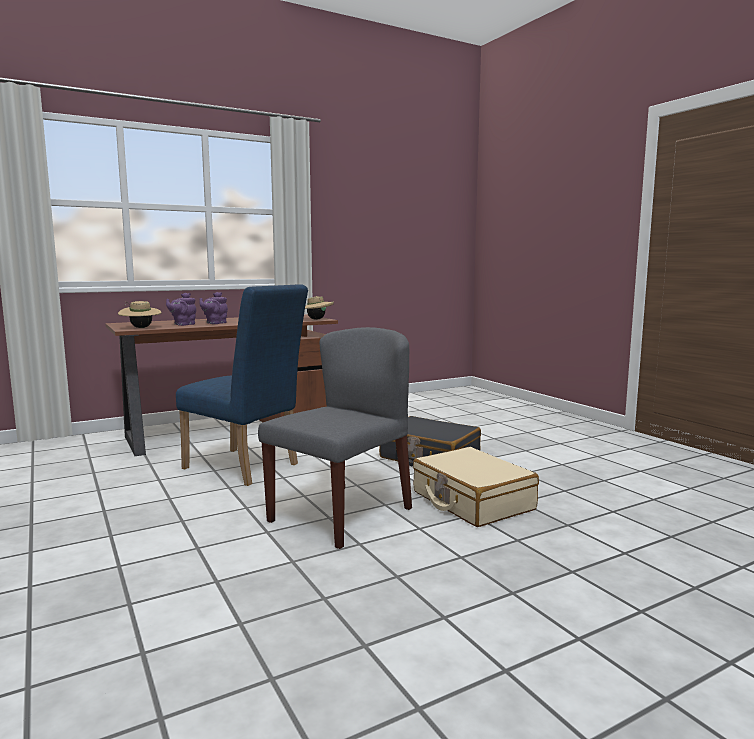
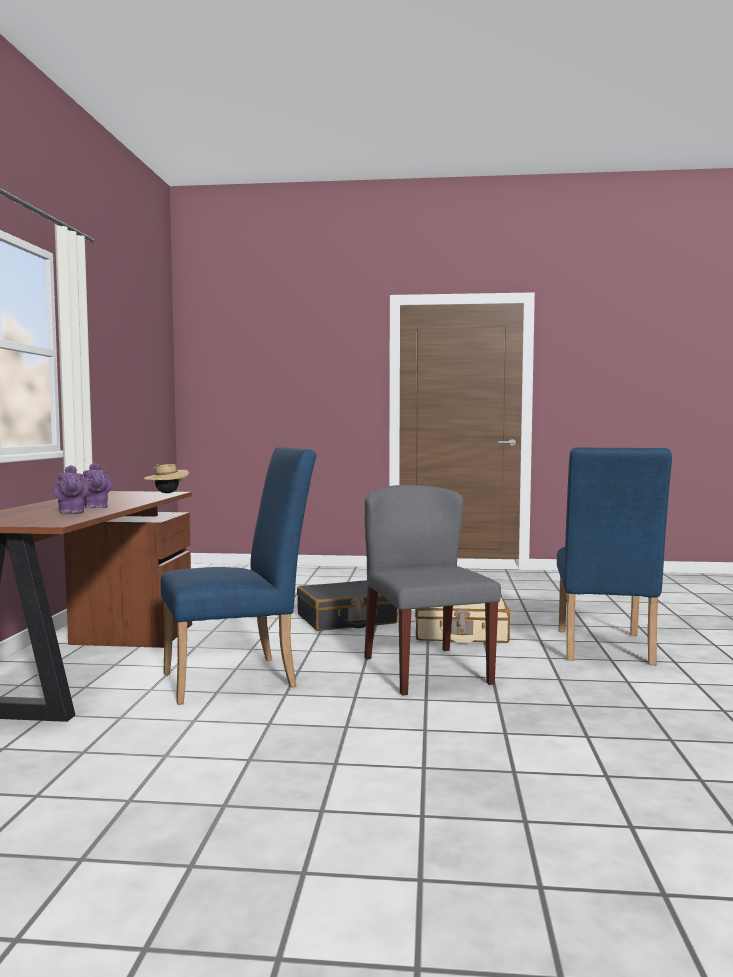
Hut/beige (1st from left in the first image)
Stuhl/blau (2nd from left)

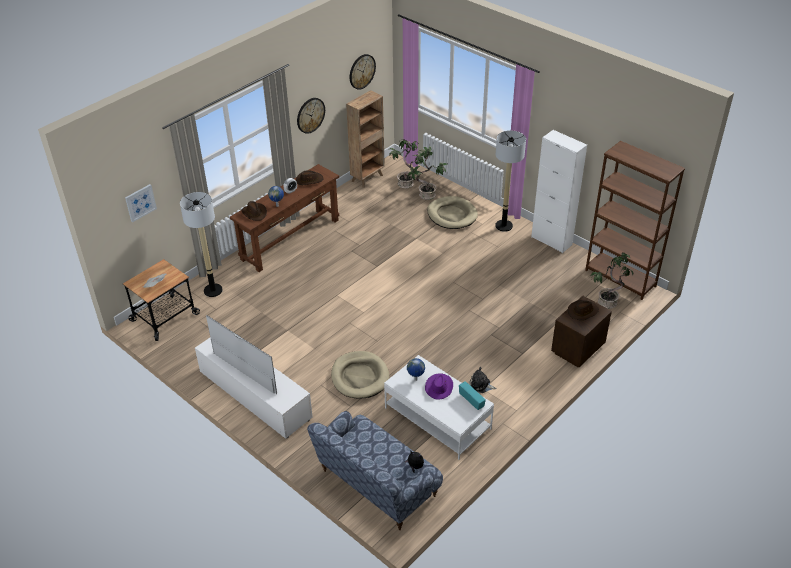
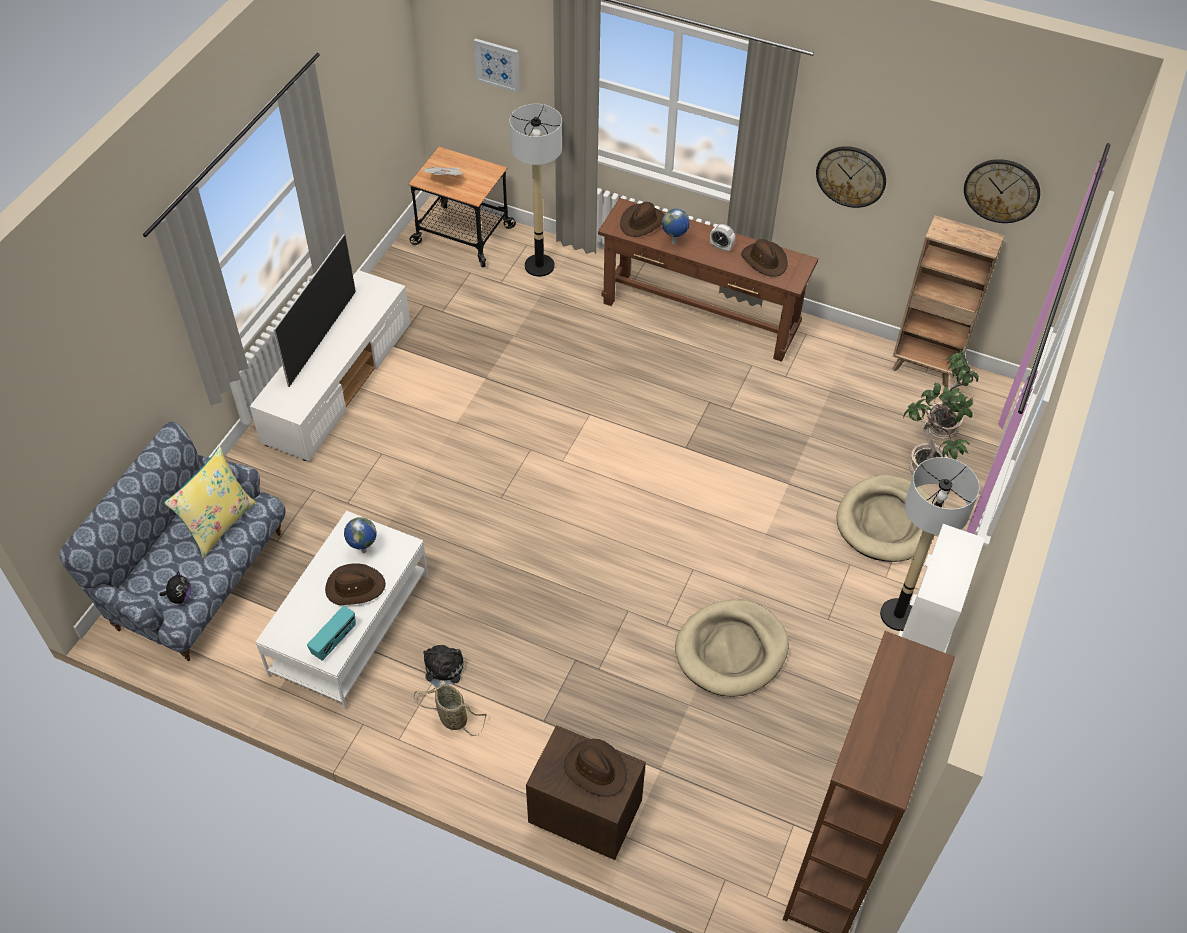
Hundebett/beige (1st from left)
Hut/braun (1st from left)
Topfpflanze (3rd from left in the first image)
Kissen/gelb
Korb

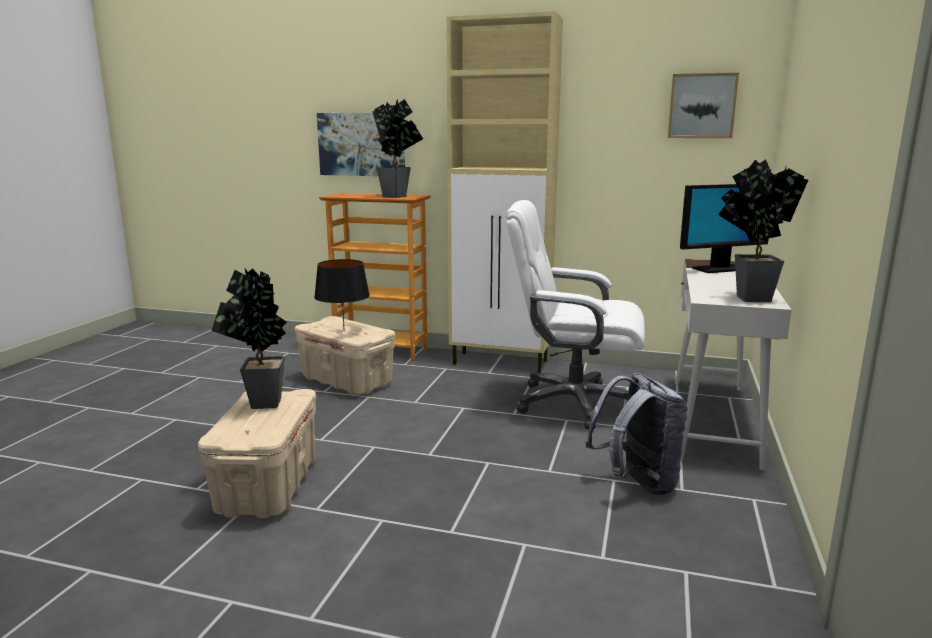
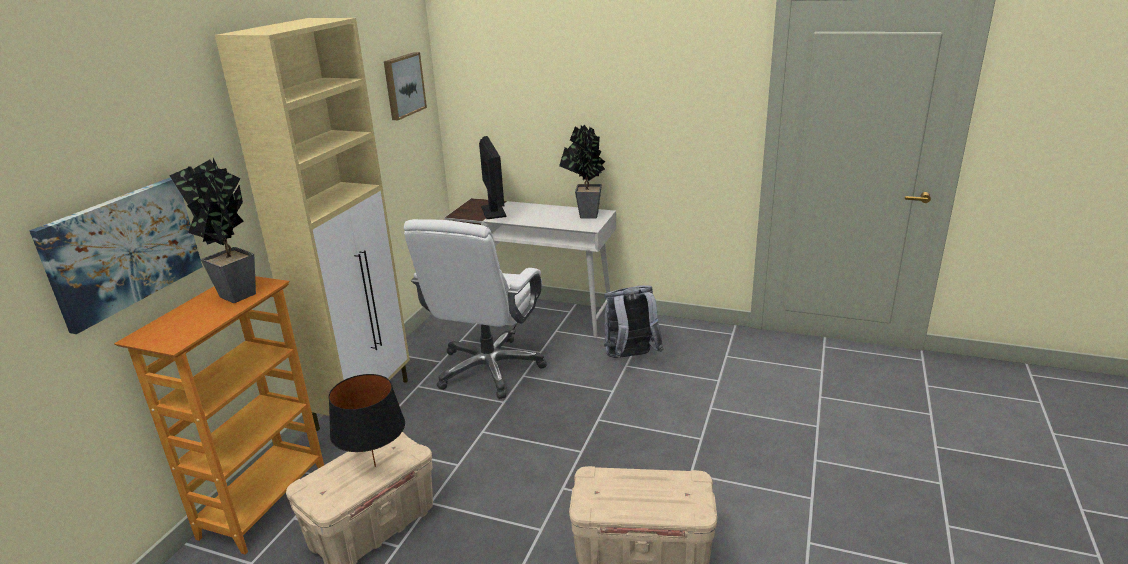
Topfpflanze (1st from left in the first image)

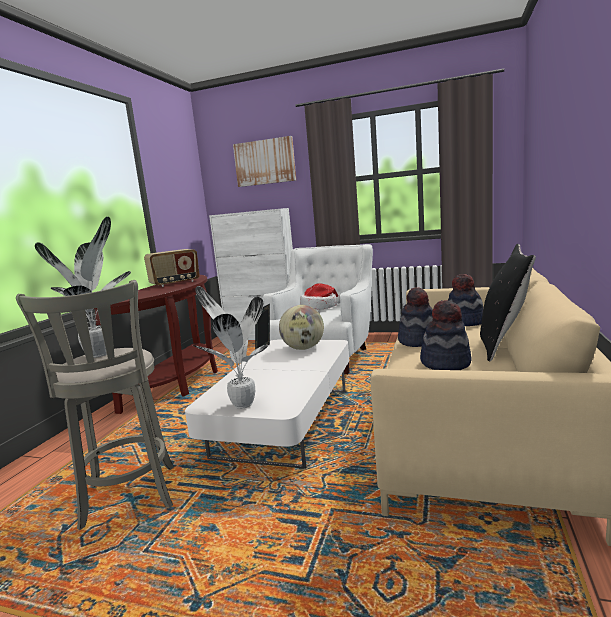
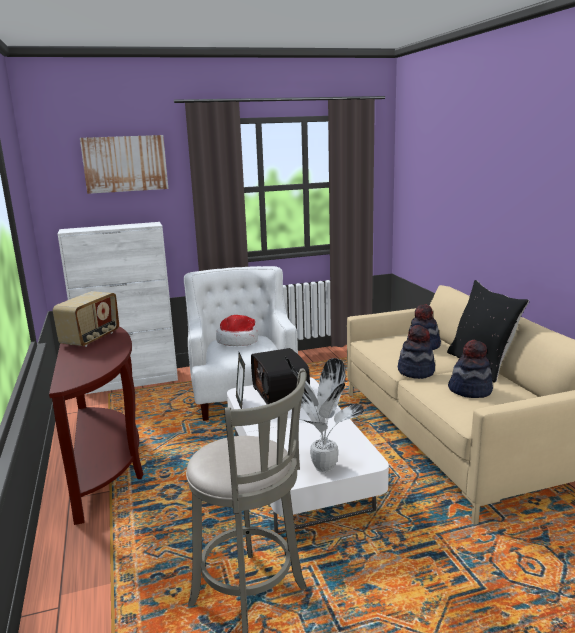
Topfpflanze (1st from left in the first image)
Radio (2nd from left)

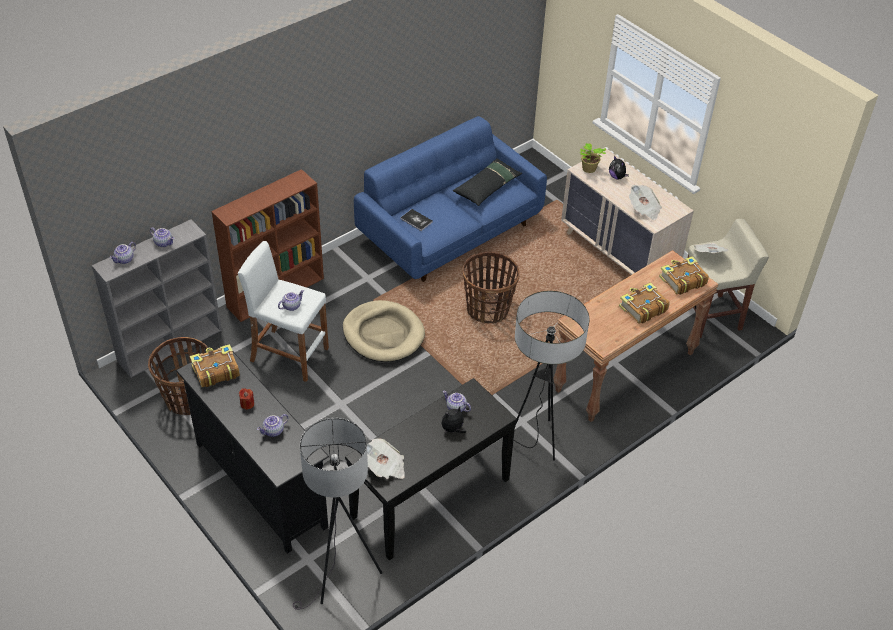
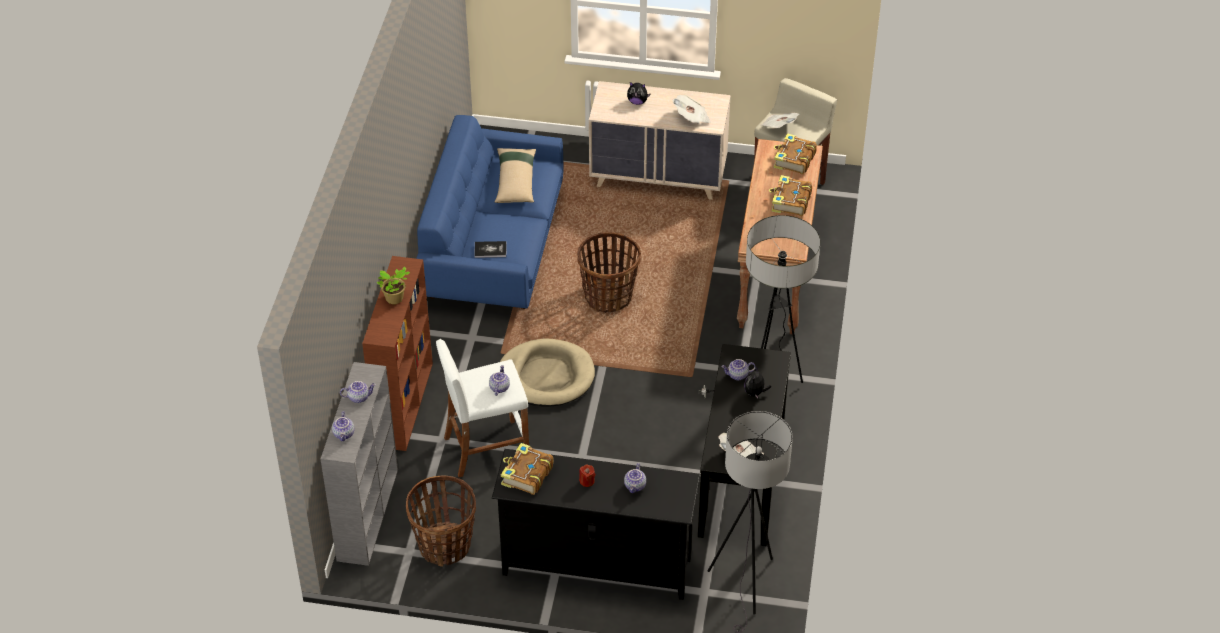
Kissen/beige
Topfpflanze

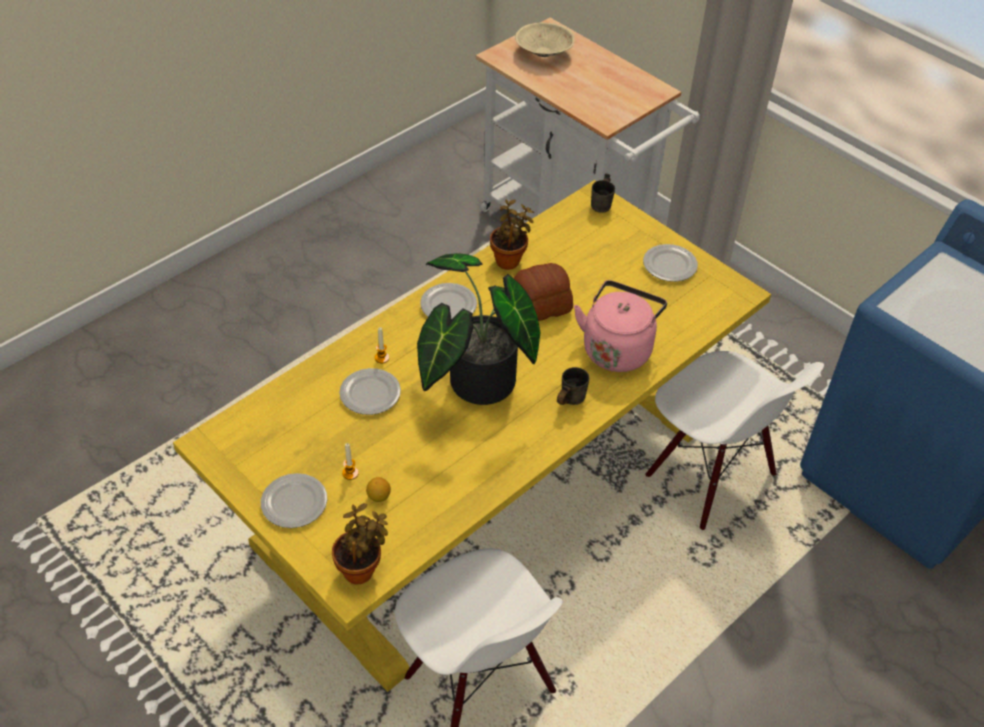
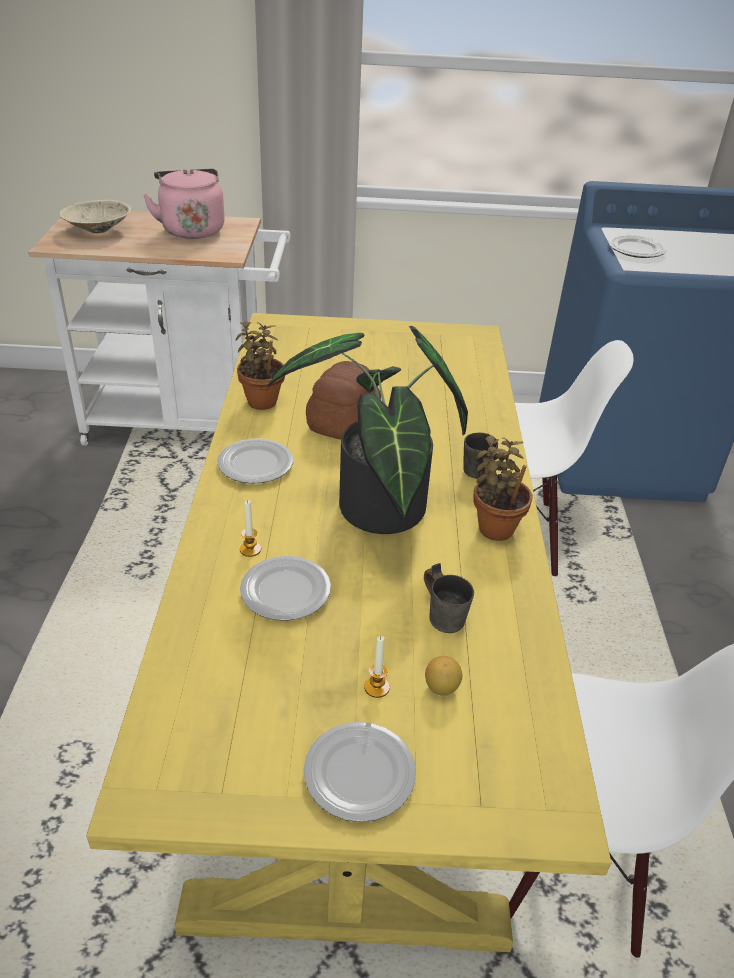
Topfpflanze (3rd from left)
Wasserkessel/rosa
Henkelbecher/grau (1st from left)
Teller (4th from left)

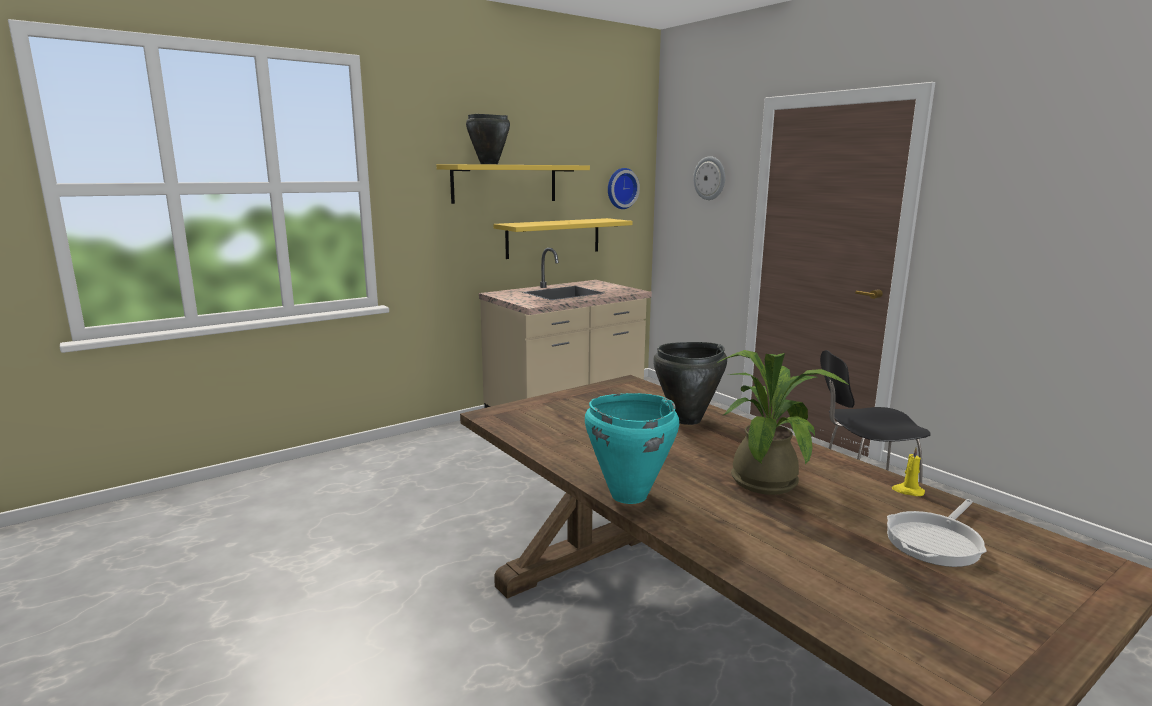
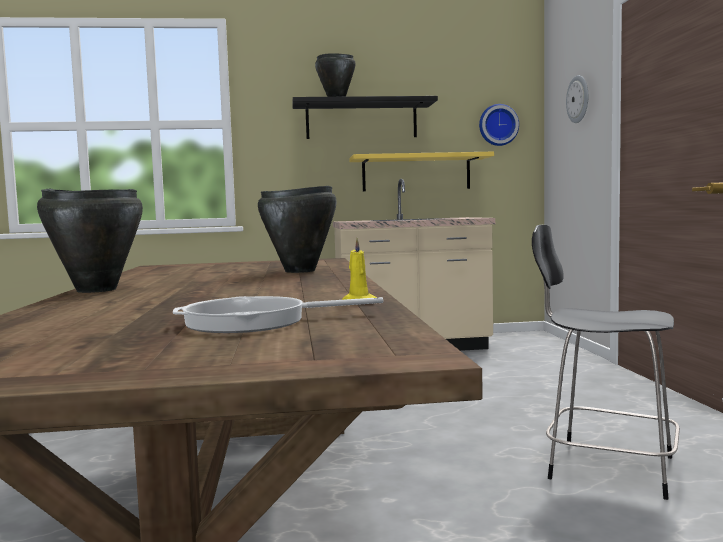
Wandregal/schwarz
Kochtopf/schwarz (1st from left)
Topfpflanze

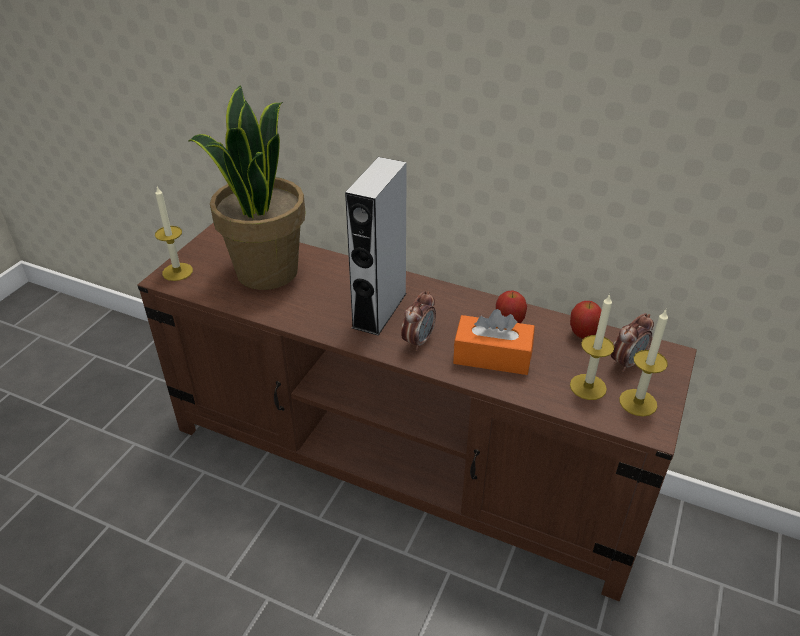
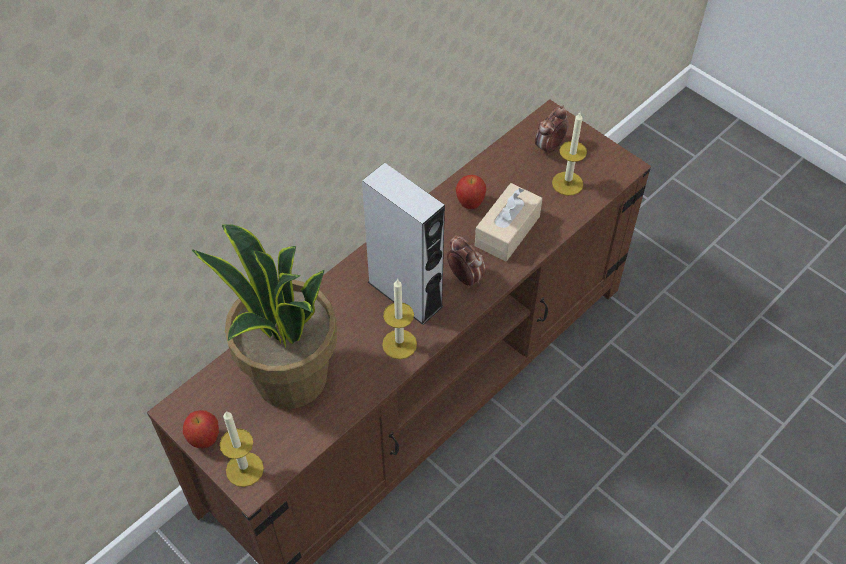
Taschentuchbox/beige
Apfel (1st from left)
Wecker (2nd from left)
Kerze (2nd from left)

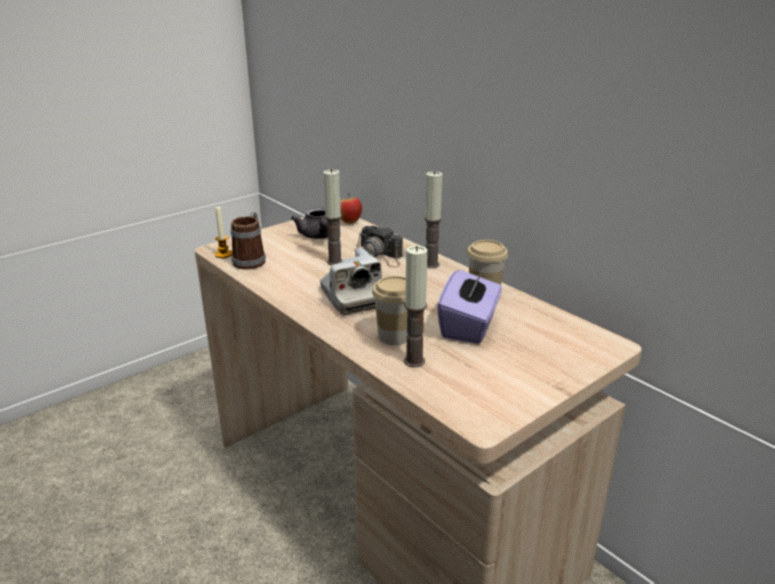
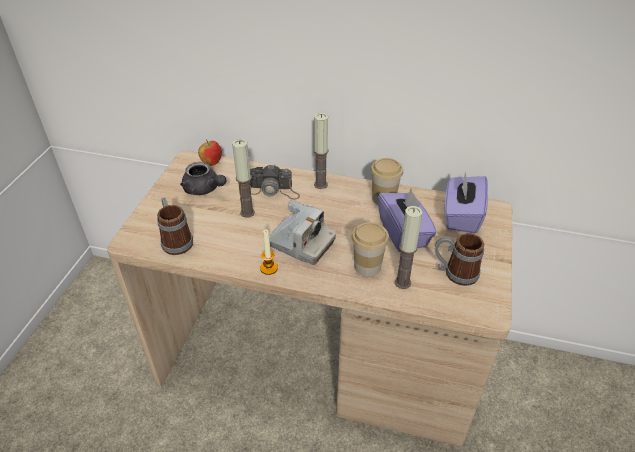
Kerze (2nd from left)
Henkelbecher (2nd from left)
Taschentuchbox/lila (2nd from left)

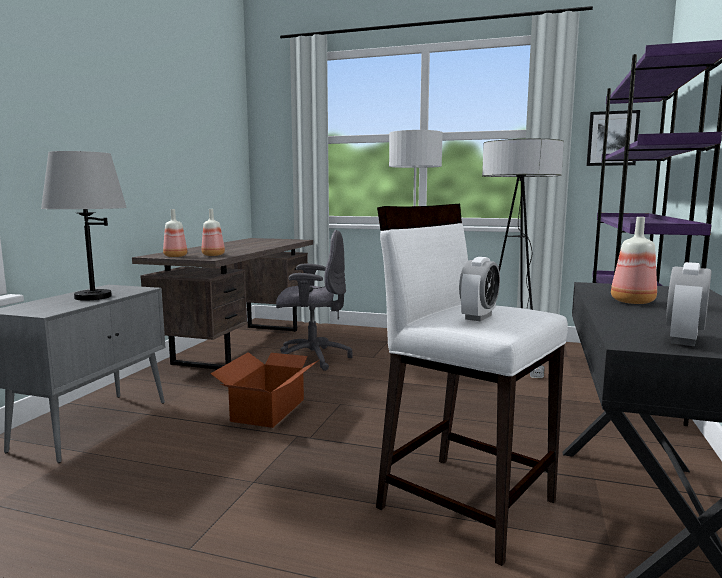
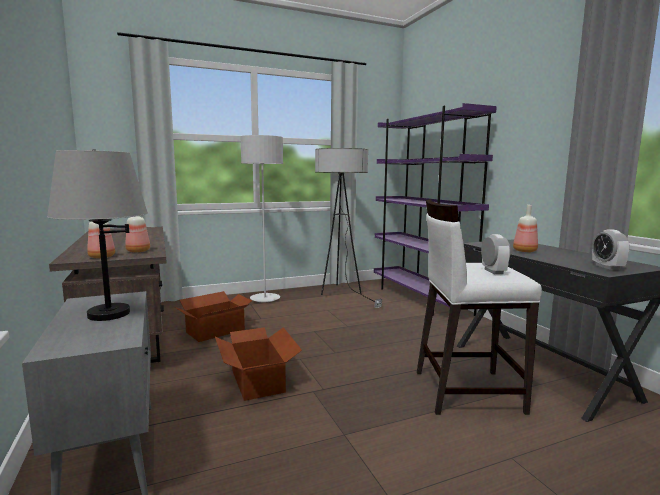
Karton (1st from left)
Bild

